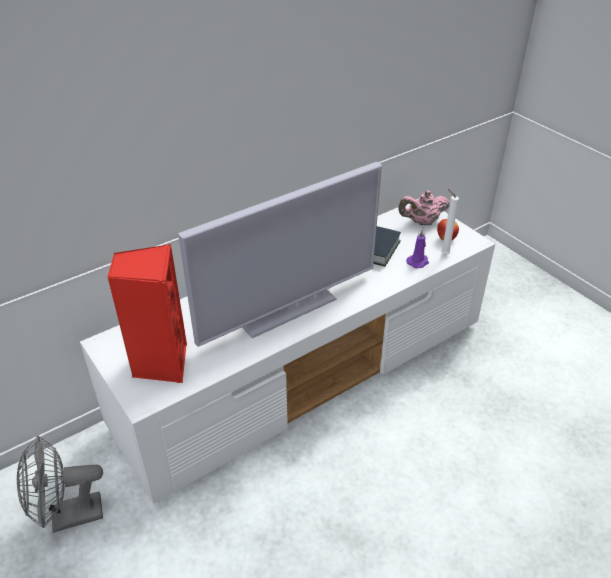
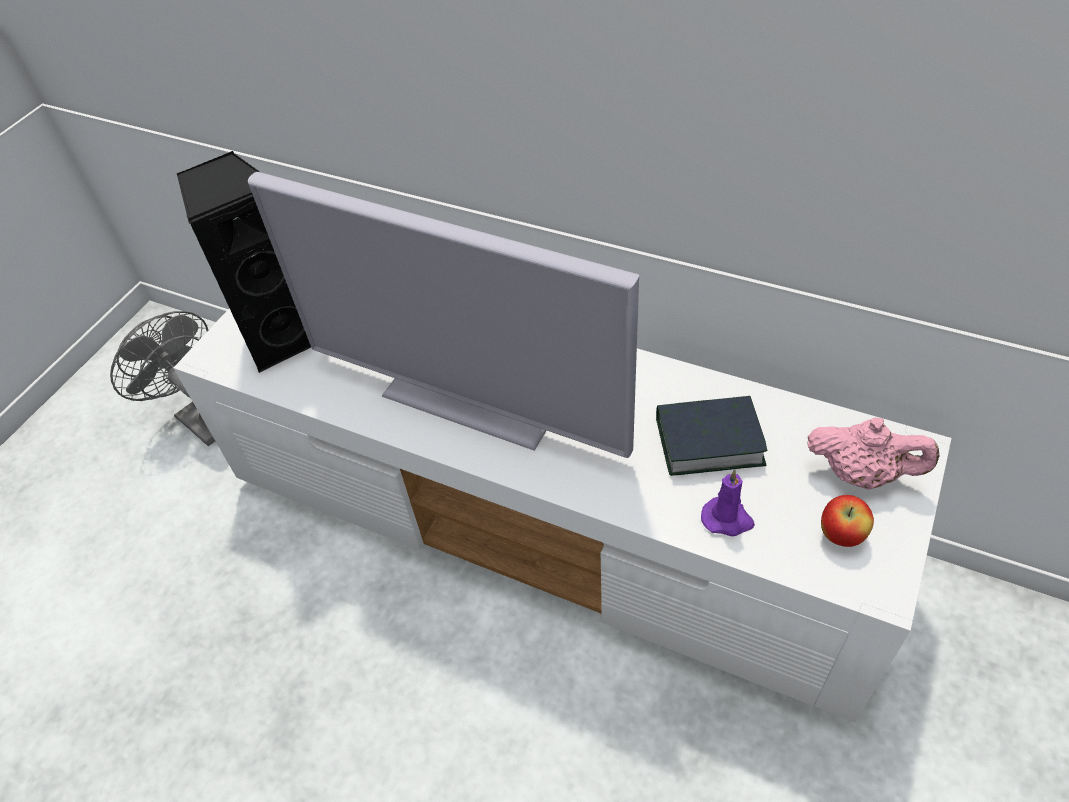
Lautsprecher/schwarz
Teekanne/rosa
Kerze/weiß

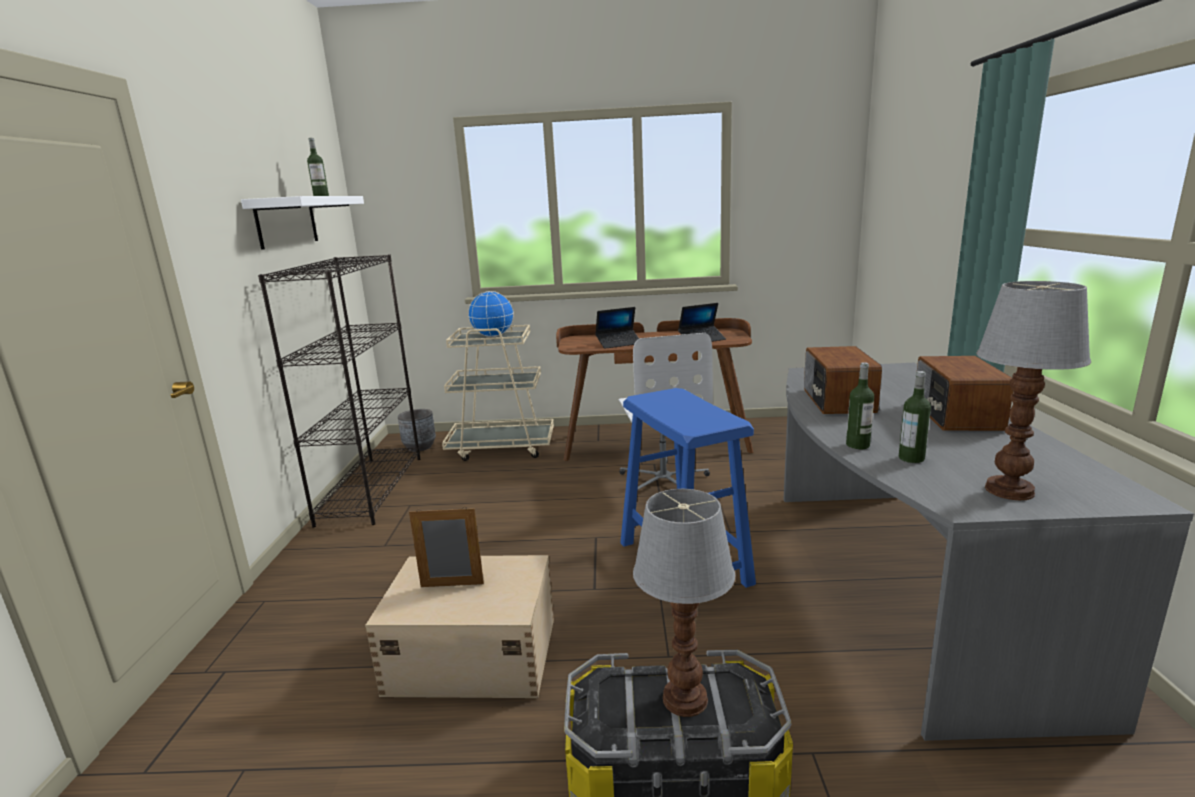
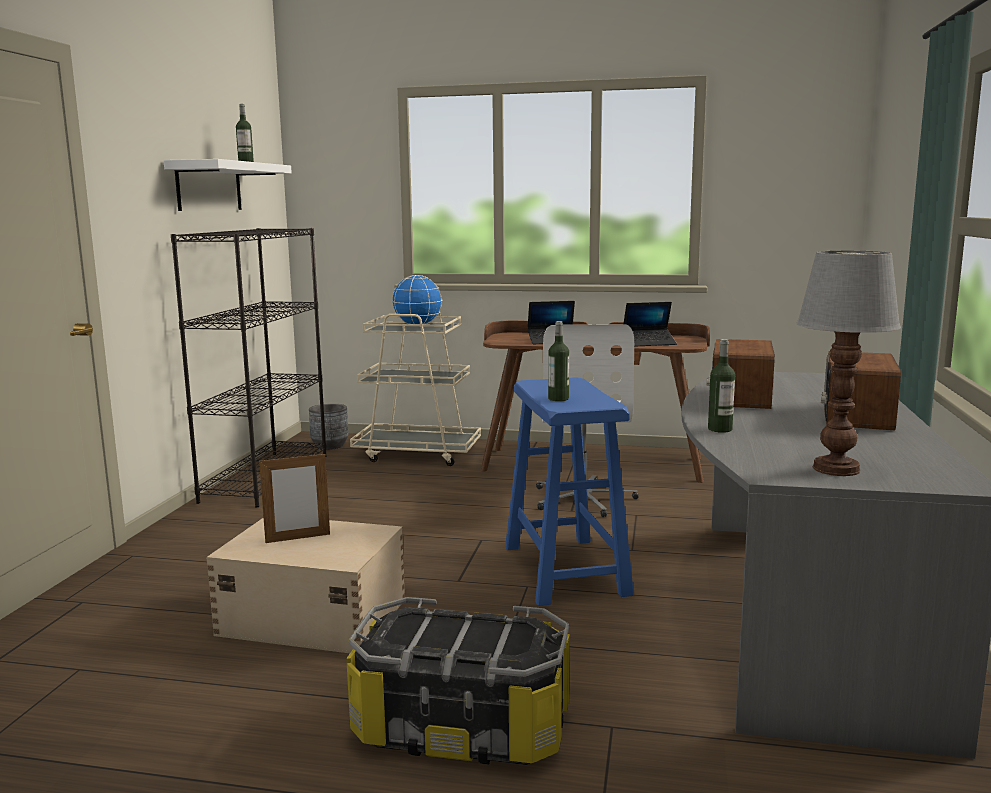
Bilderrahmen
Tischlampe (1st from left in the first image)
Flasche (2nd from left)

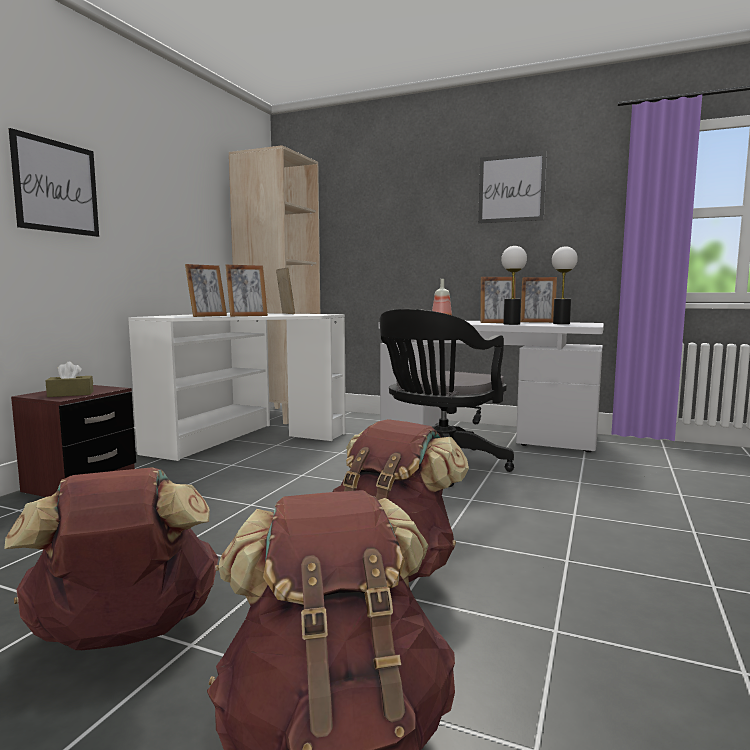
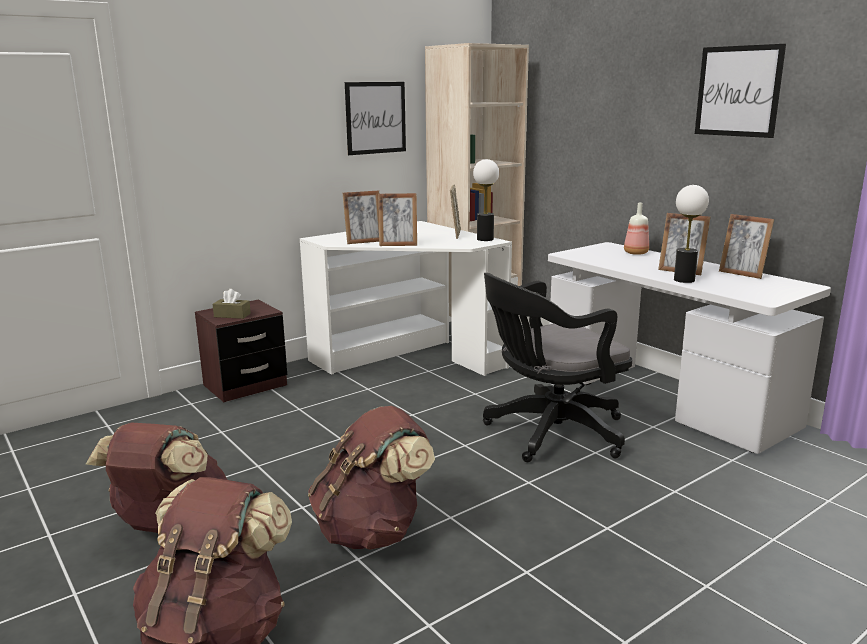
Bild (1st from left)
Tischlampe (1st from left)

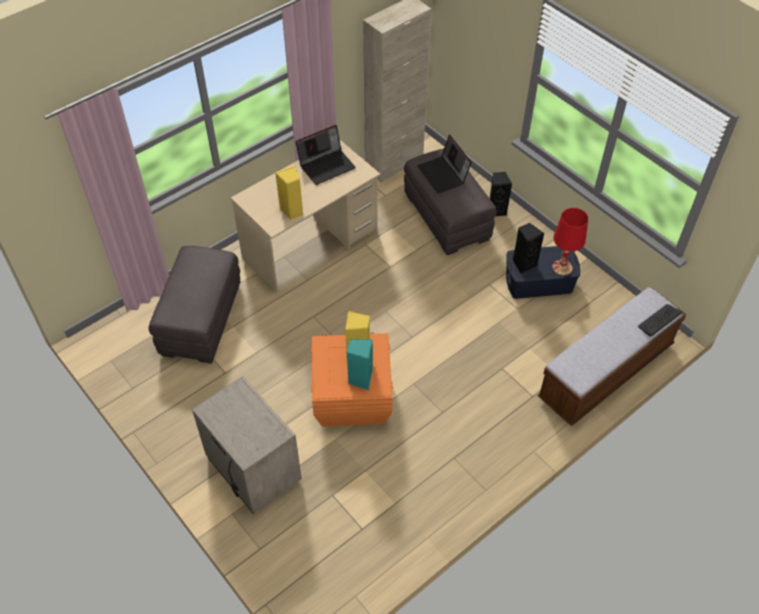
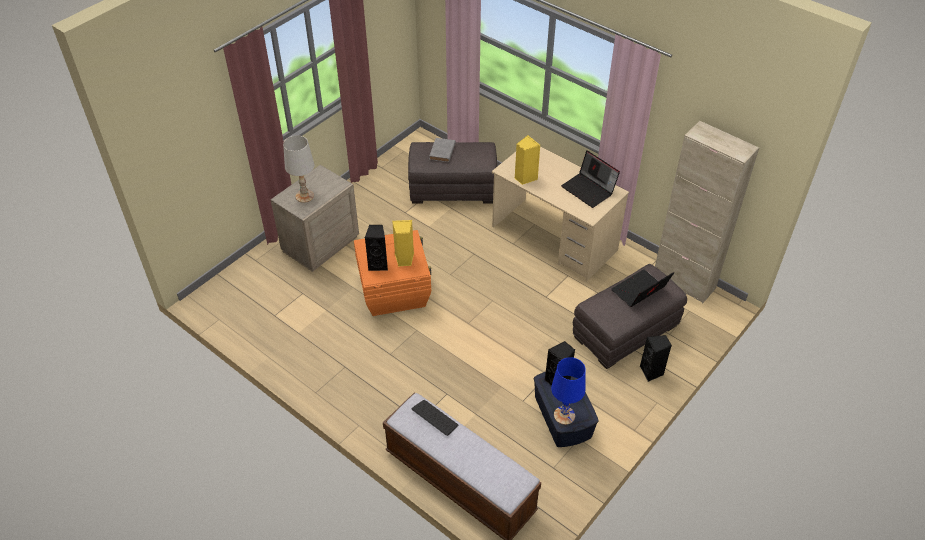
Lautsprecher/schwarz (1st from left)
Tischlampe/blau
Tastatur
Tischlampe/weiß
Buch/grau

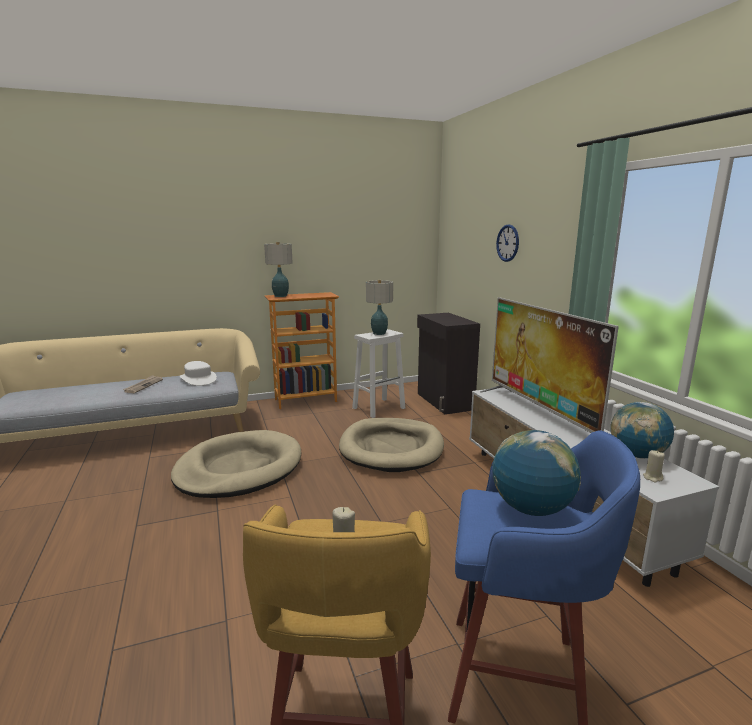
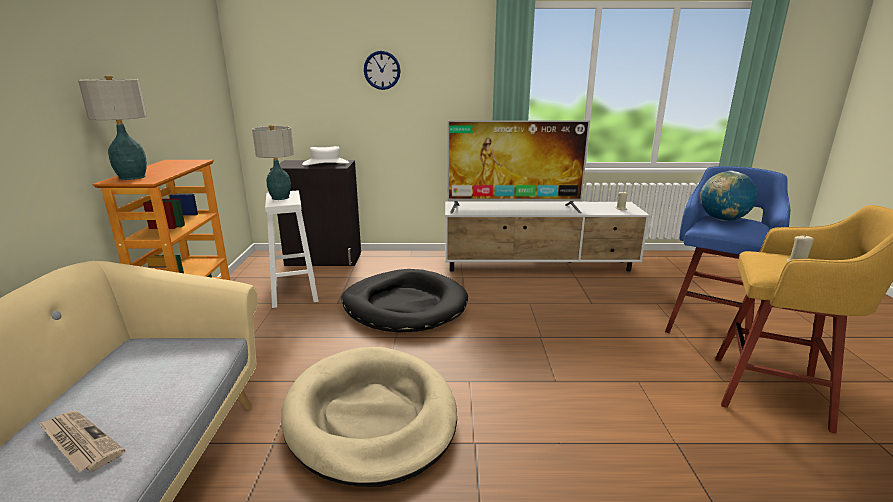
Hut/weiß
Hundebett/schwarz
Globus (2nd from left in the first image)

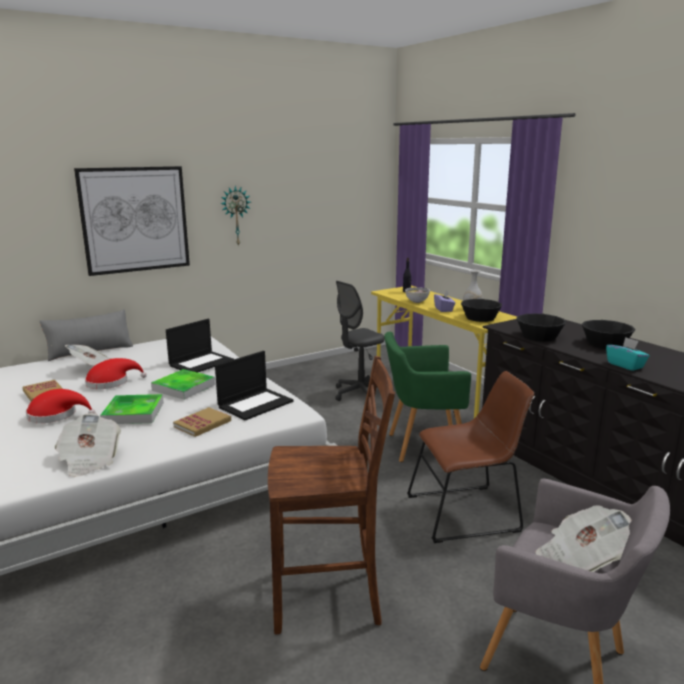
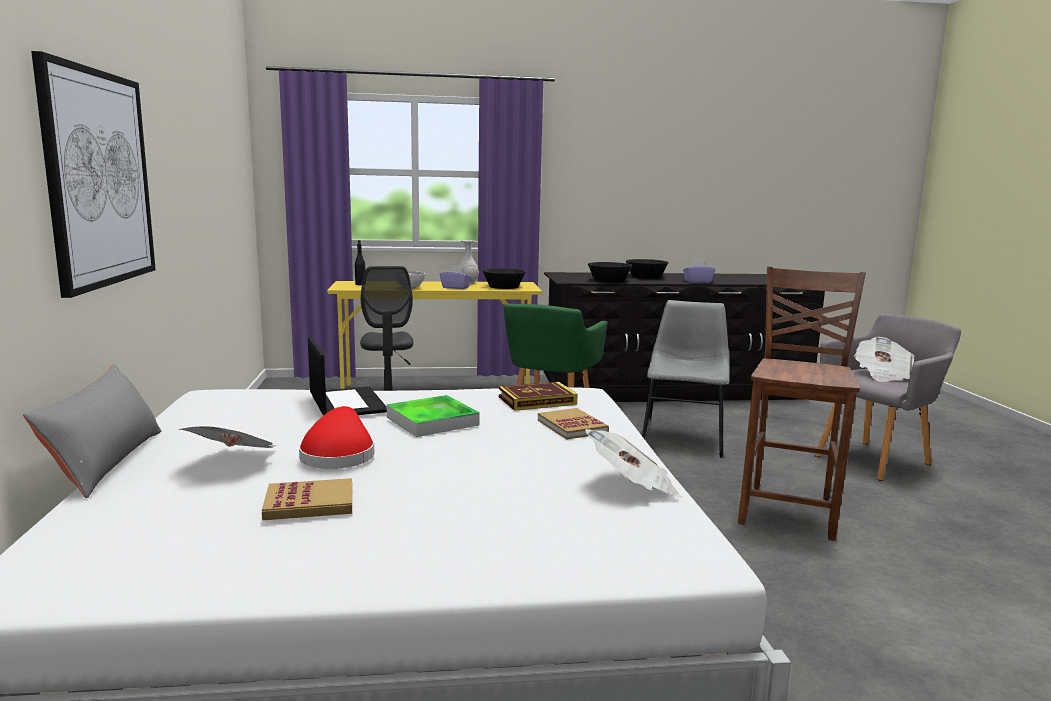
Hut/rot (1st from left in the first image)
Tablett (1st from left in the first image)
Buch (2nd from left)
Wanduhr
Stuhl/grau
Taschentuchbox/lila (2nd from left)

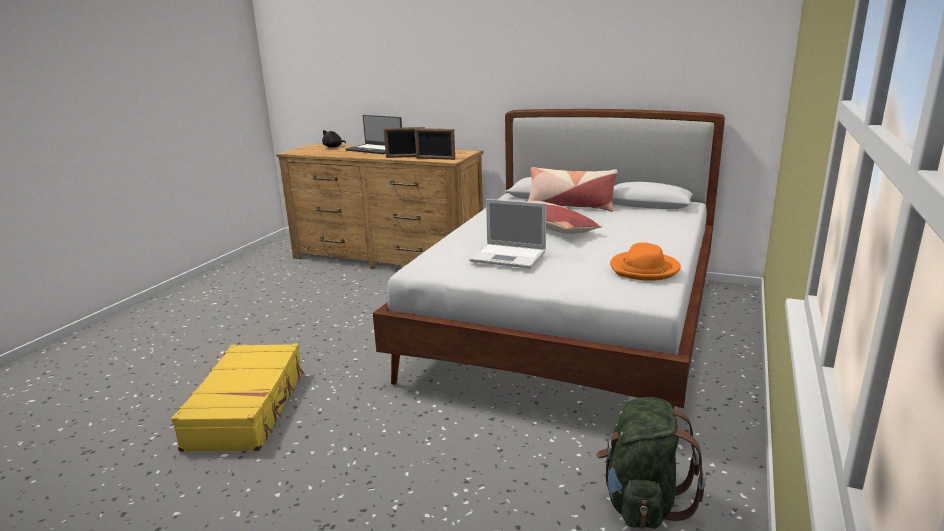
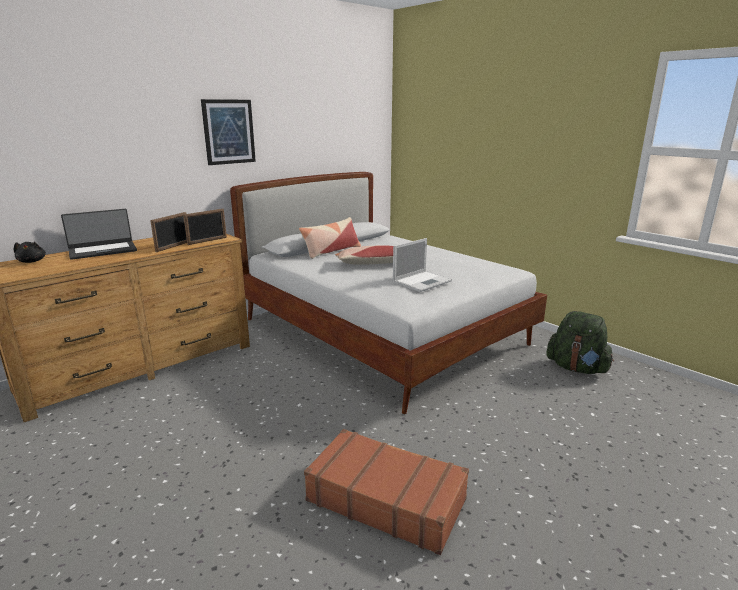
Koffer/braun
Hut/orange
Bild

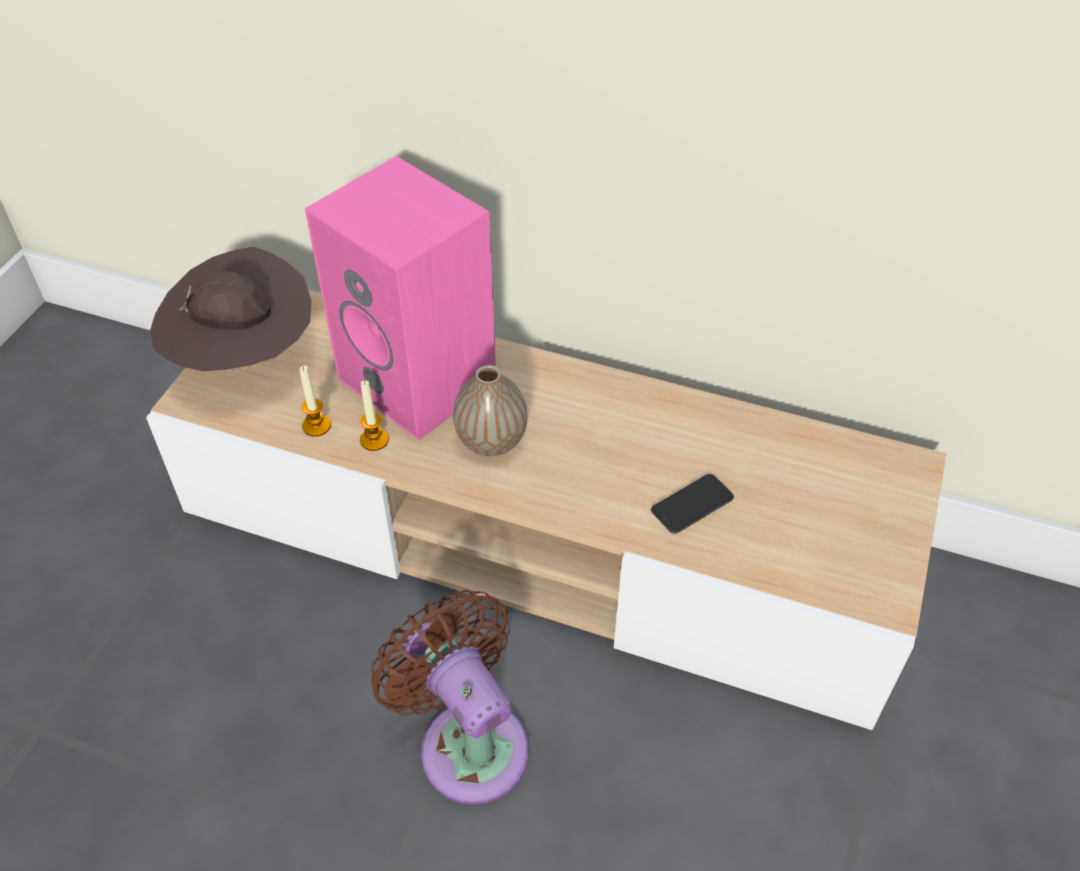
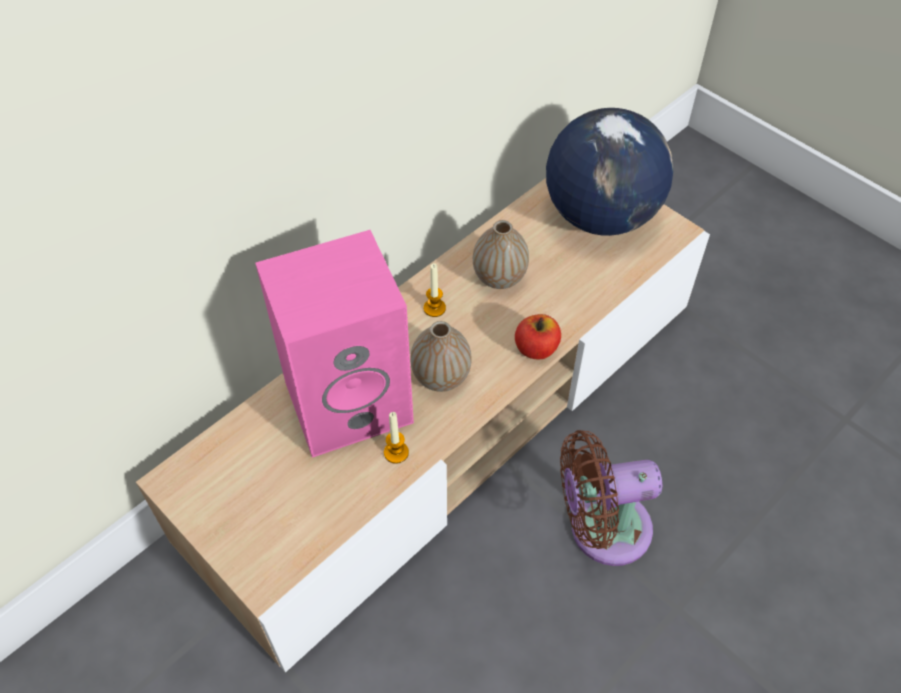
Hut/braun
Kerze (2nd from left)
Handy
Vase (2nd from left)
Apfel
Globus

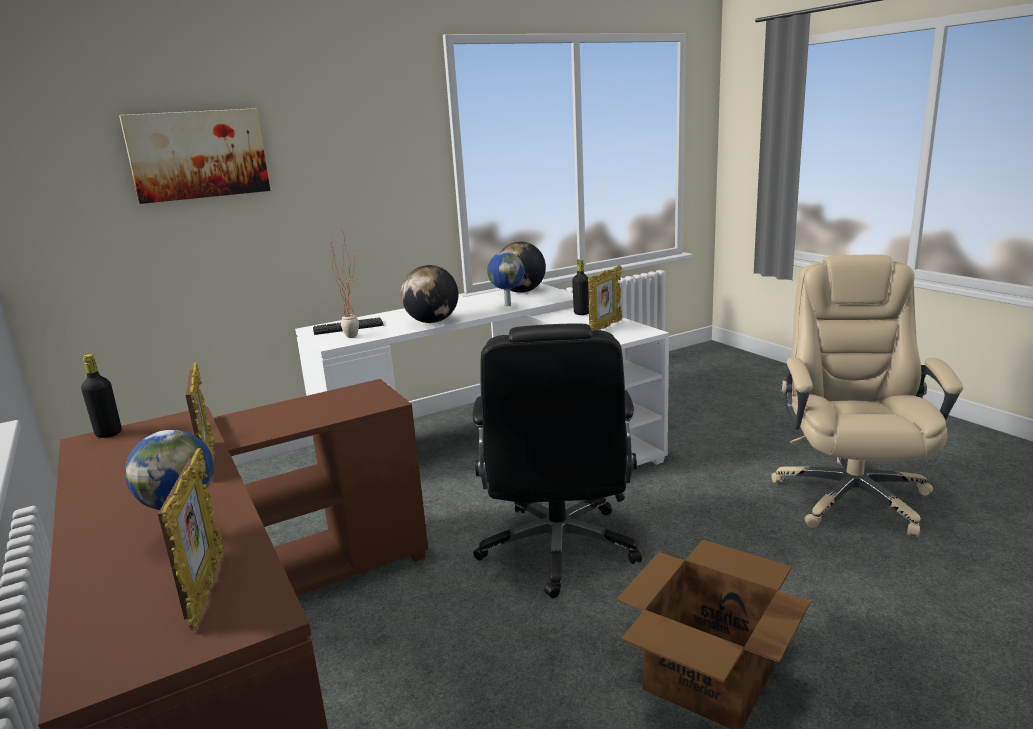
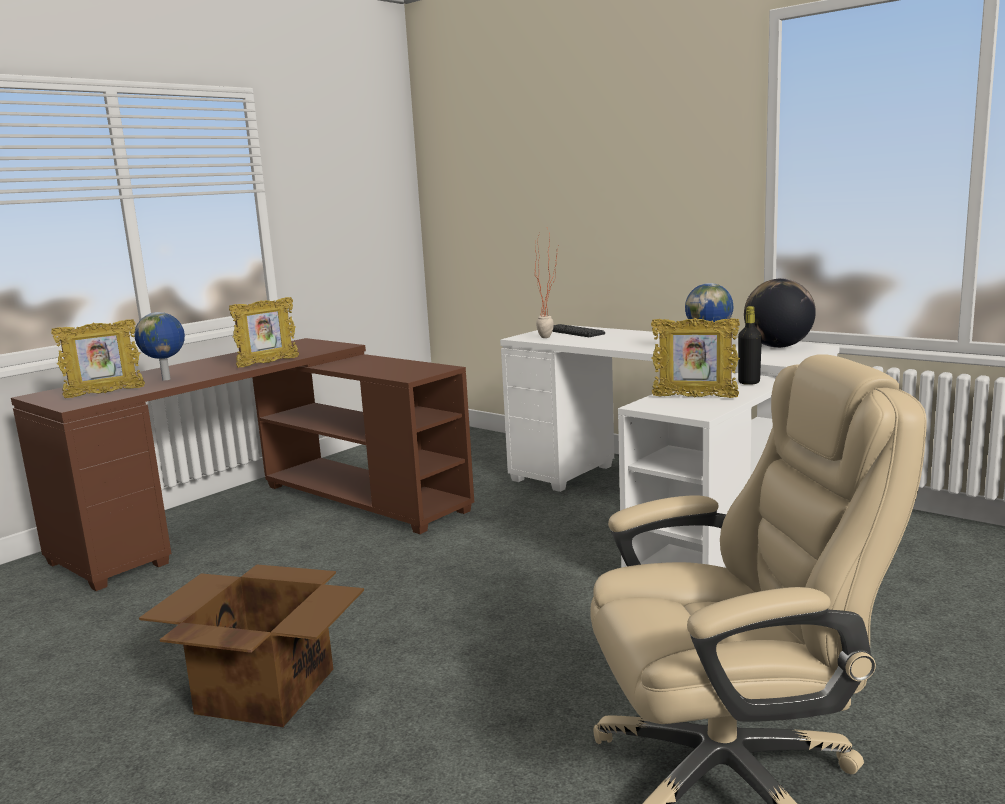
Flasche/schwarz (1st from left in the first image)
Bild
Globus (2nd from left in the first image)
Bürostuhl/schwarz

